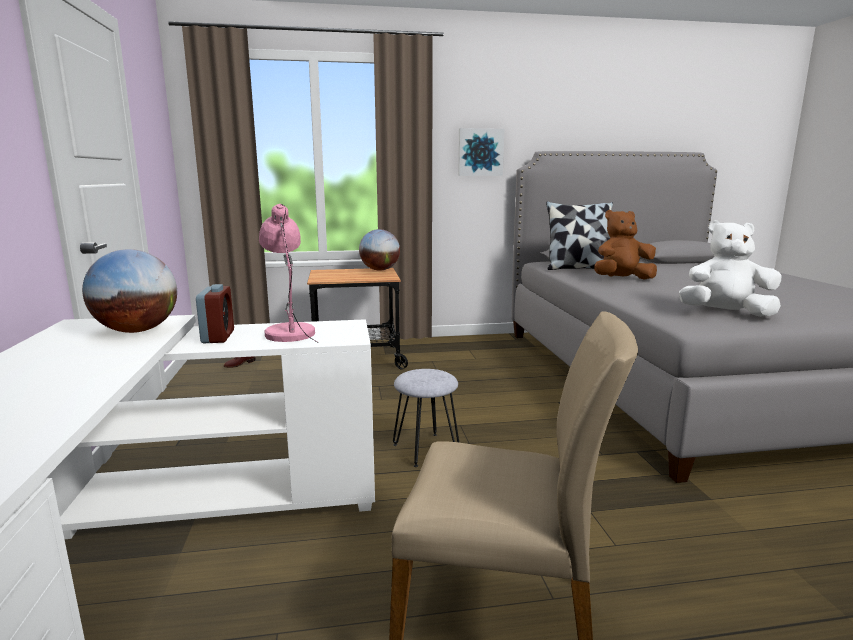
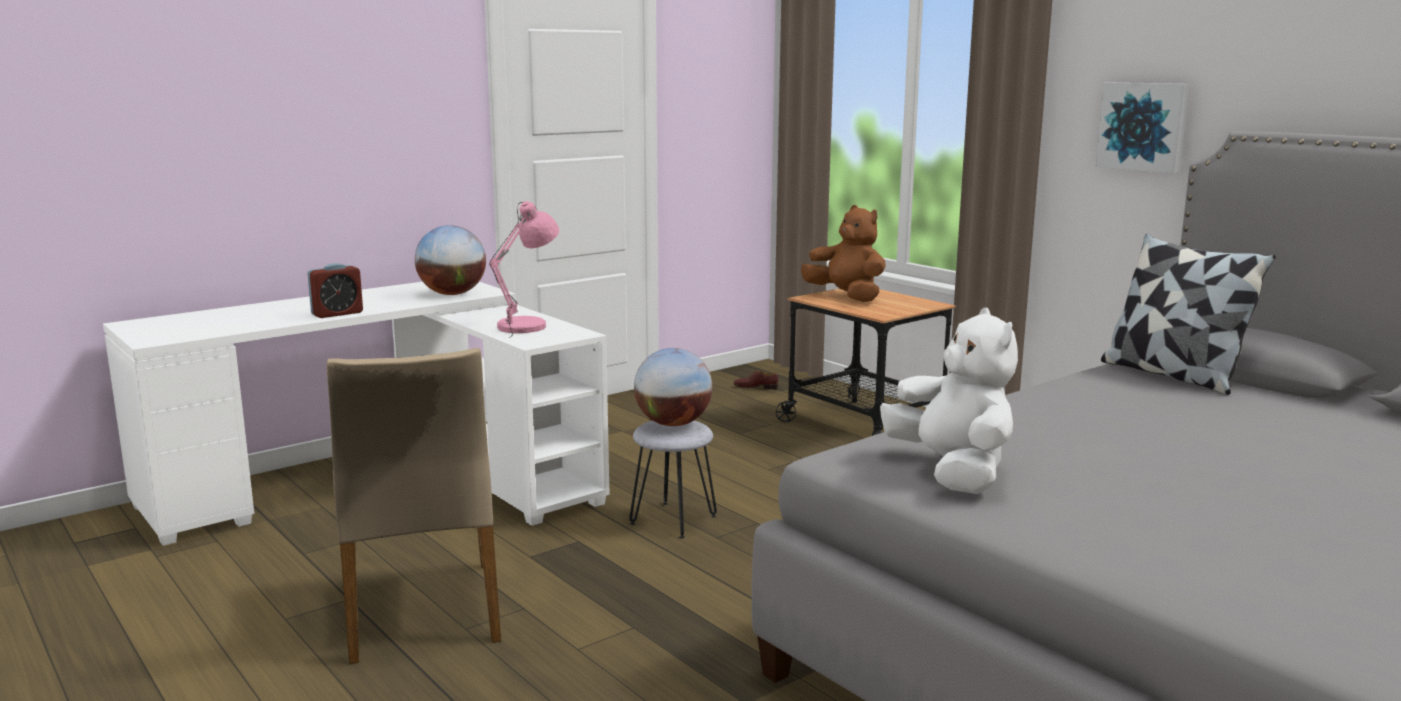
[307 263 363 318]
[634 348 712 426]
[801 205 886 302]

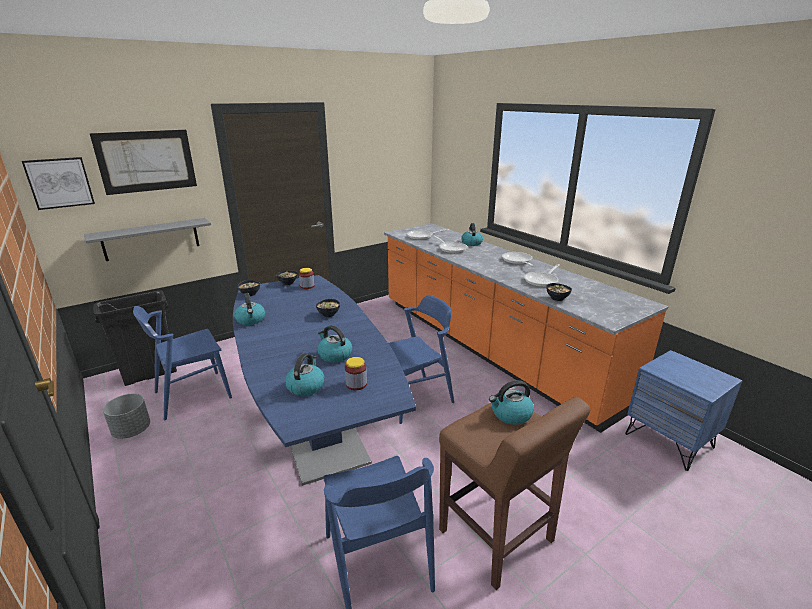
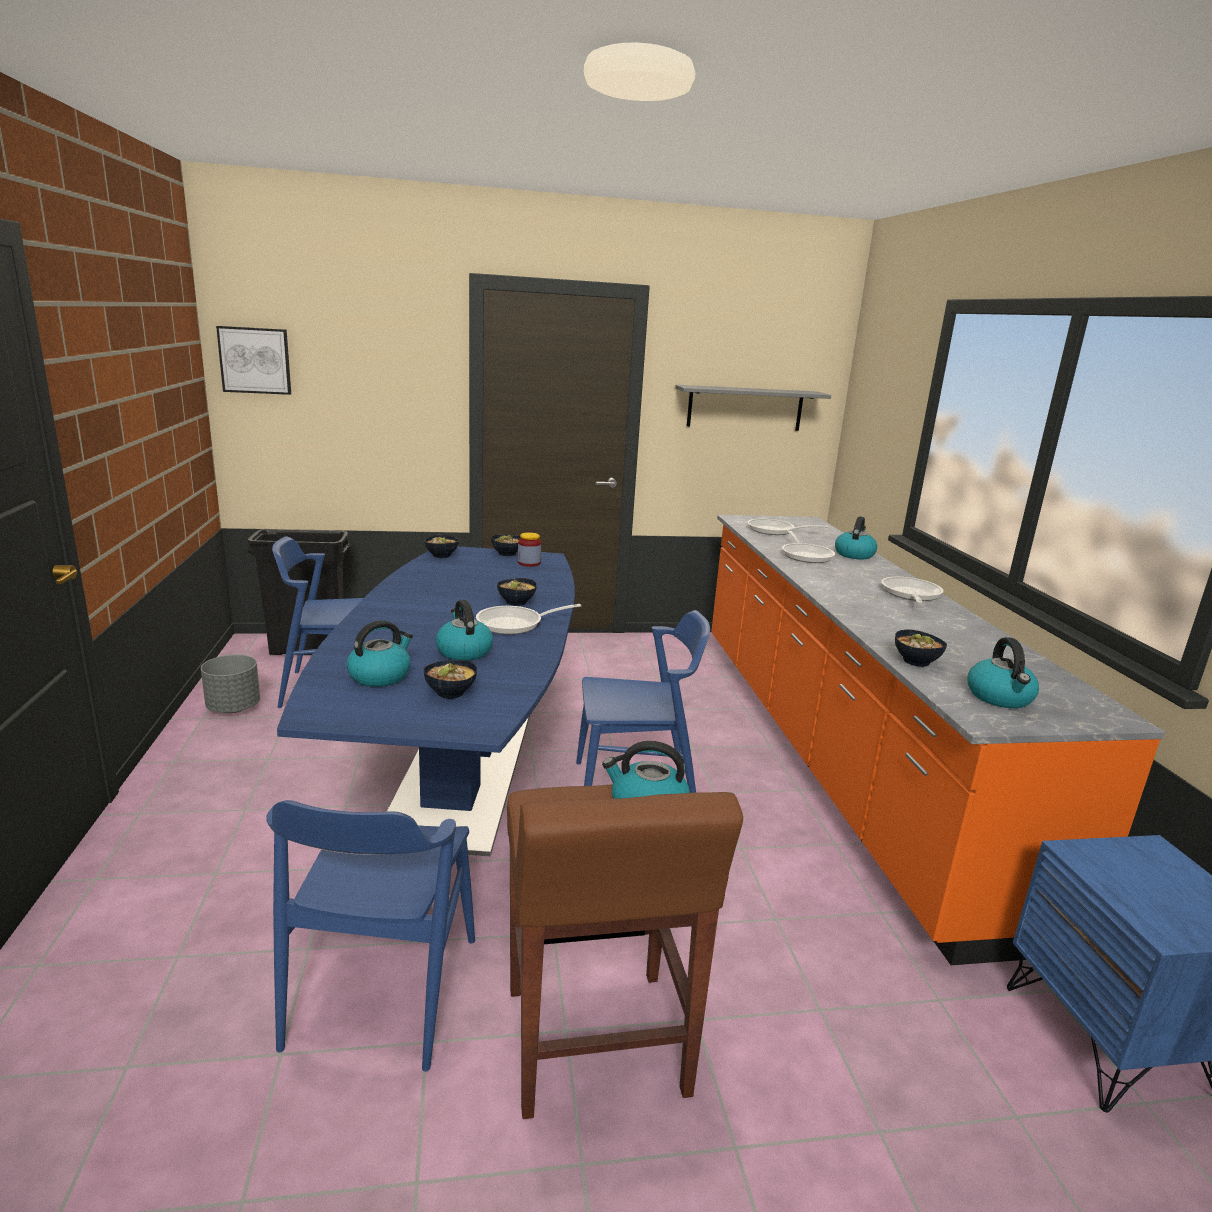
[424 660 477 699]
[476 604 581 635]
[675 385 831 431]
[967 637 1039 708]
[90 130 197 195] (first image)

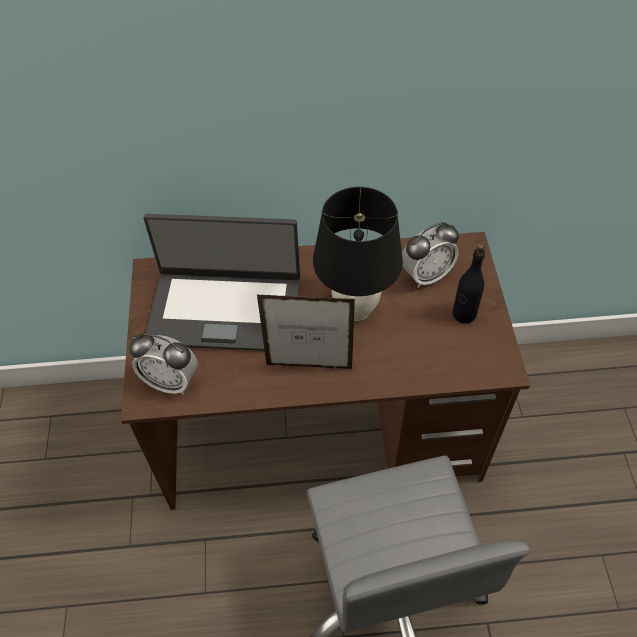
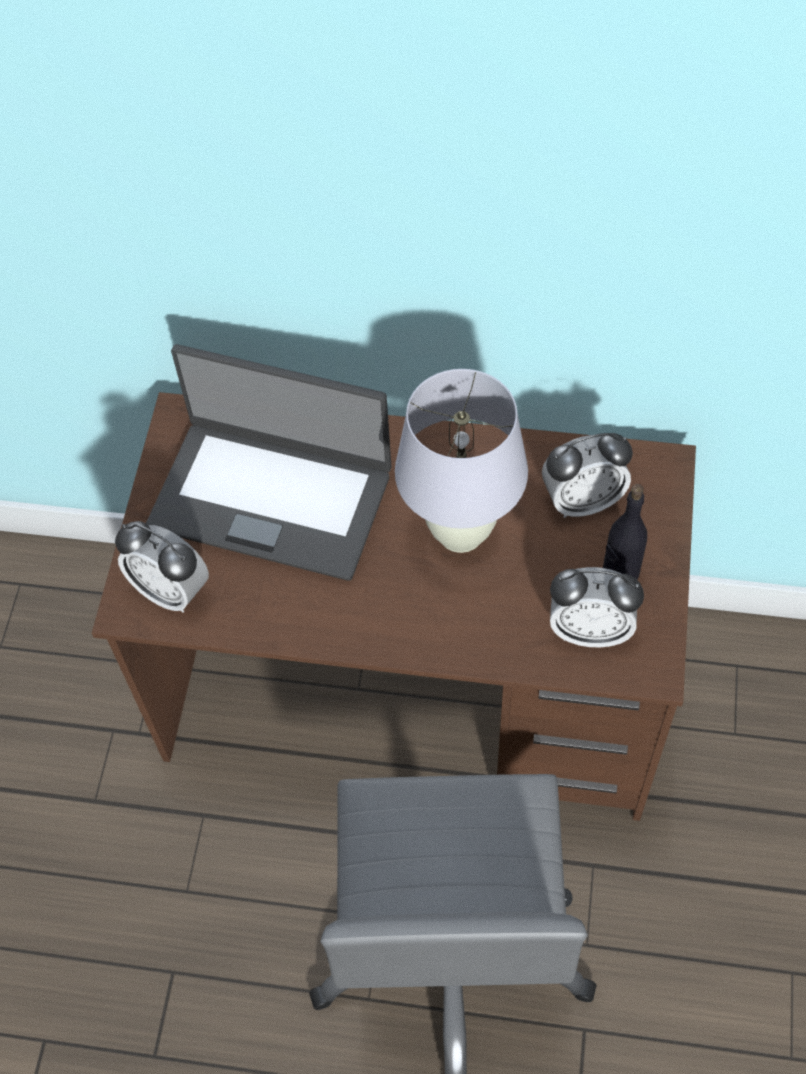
[395 369 528 553]
[550 567 644 647]
[257 295 355 369] (first image)

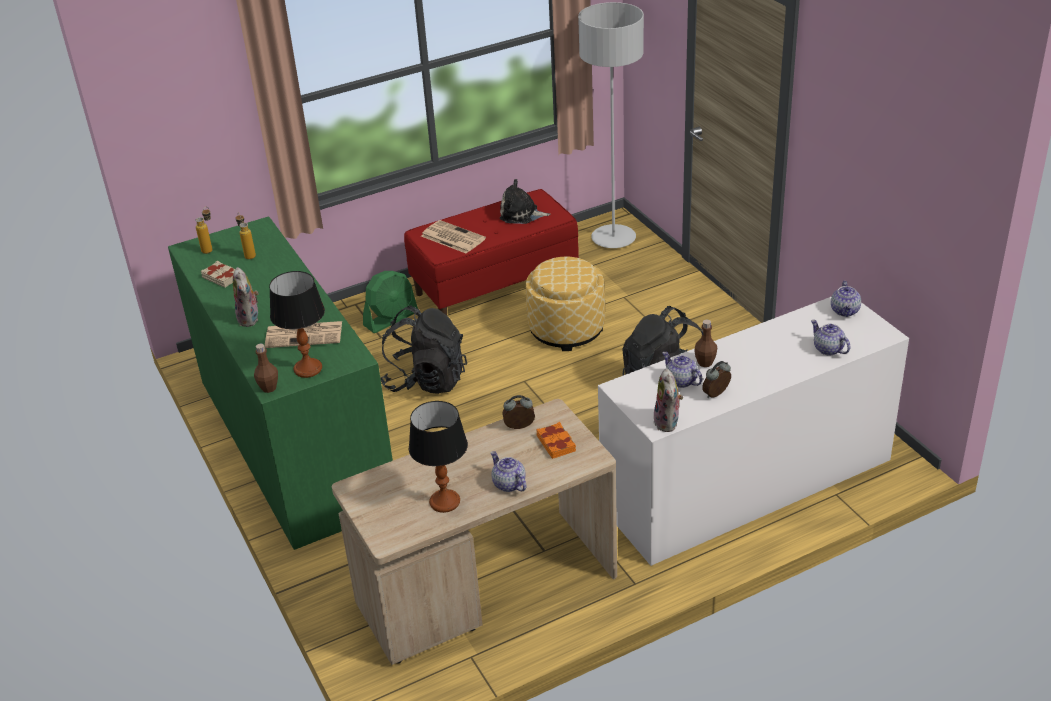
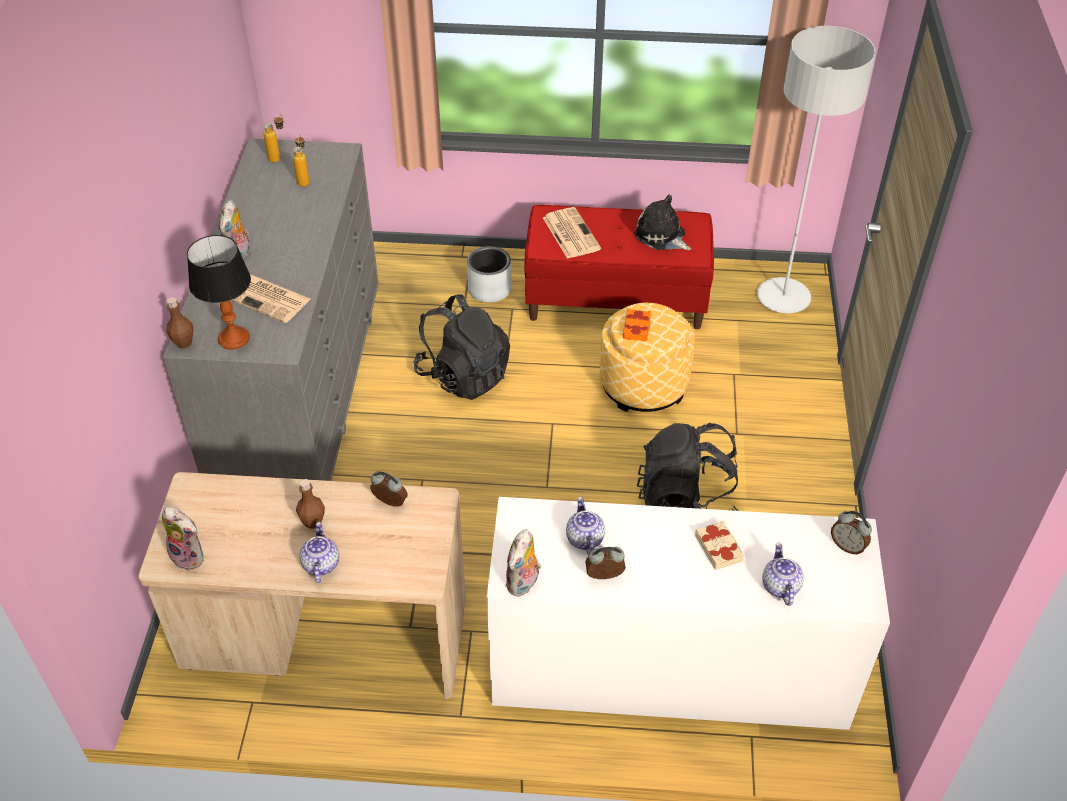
[162 507 204 571]
[163 138 379 481]
[296 479 325 529]
[467 246 512 302]
[623 308 651 341]
[695 520 744 570]
[831 511 872 555]
[409 401 468 513] (first image)

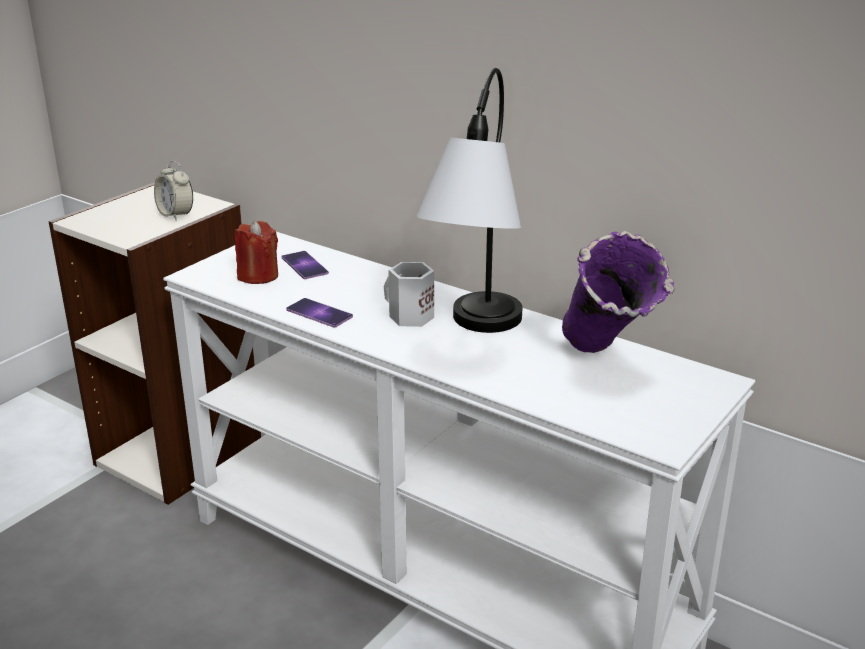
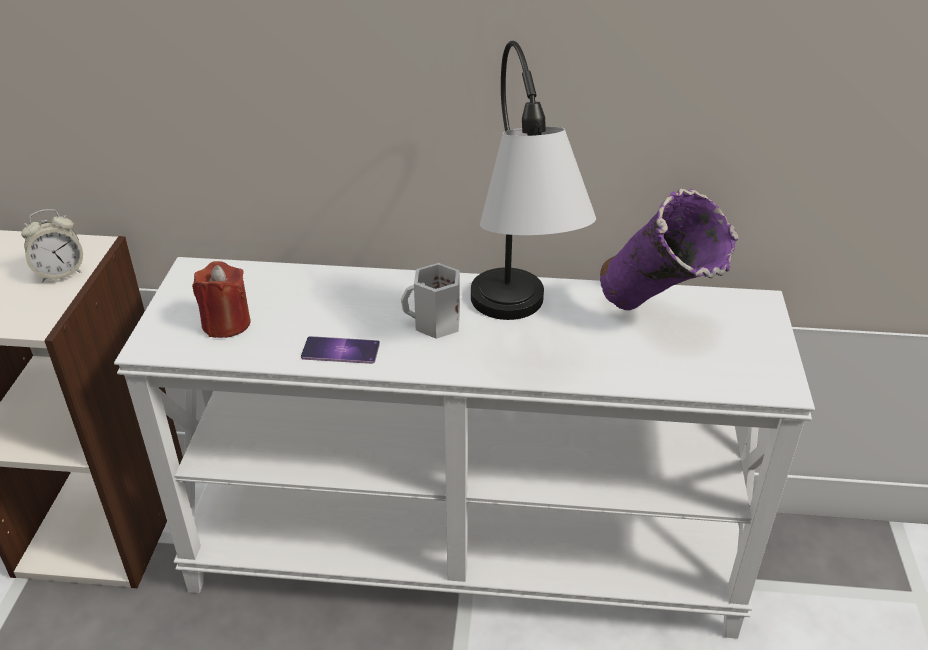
[21 209 83 282]
[282 251 329 279] (first image)

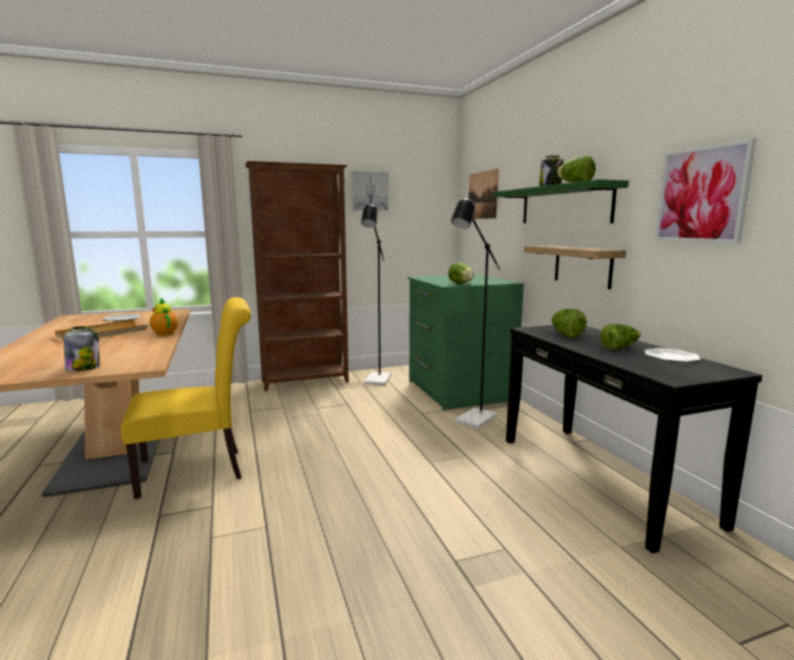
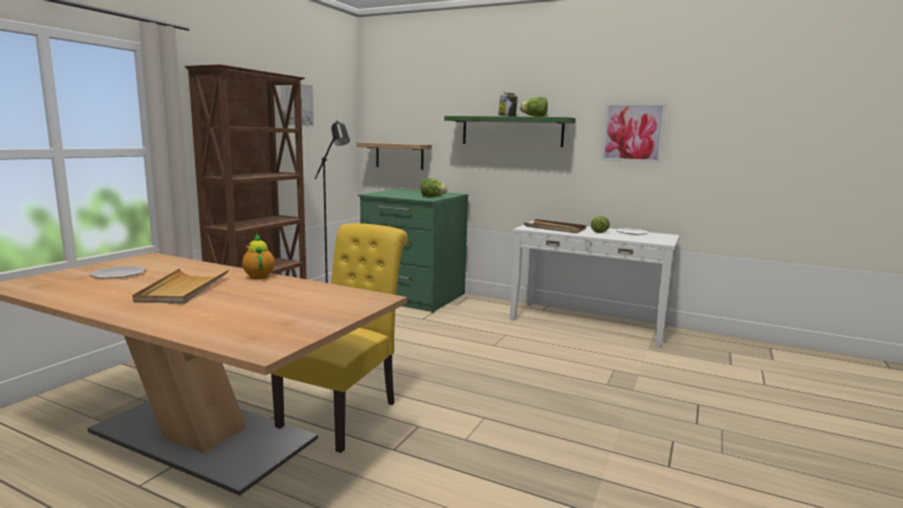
[242 234 275 279]
[357 142 432 170]
[510 221 680 347]
[524 219 586 234]
[64 326 100 371] (first image)
[451 197 501 429] (first image)
[469 169 499 219] (first image)

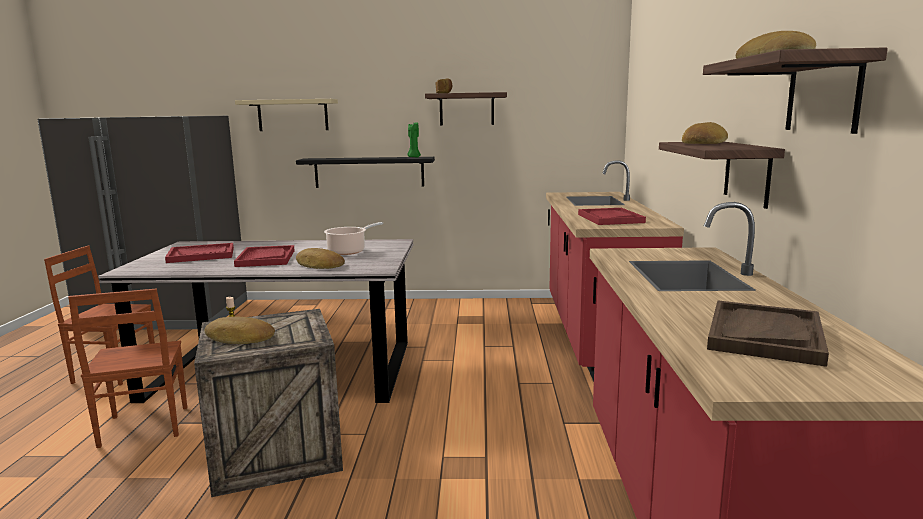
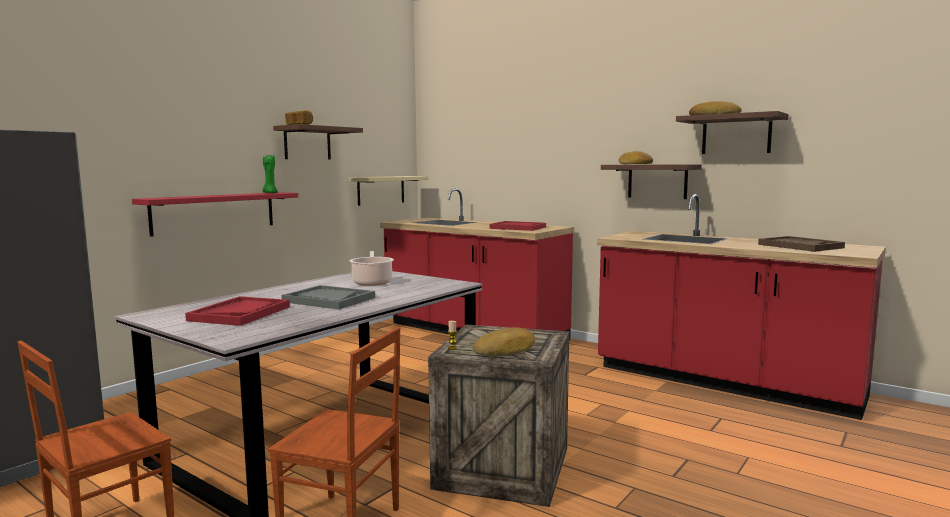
[132 192 298 237]
[281 285 375 309]
[349 176 429 206]
[296 248 345 269] (first image)

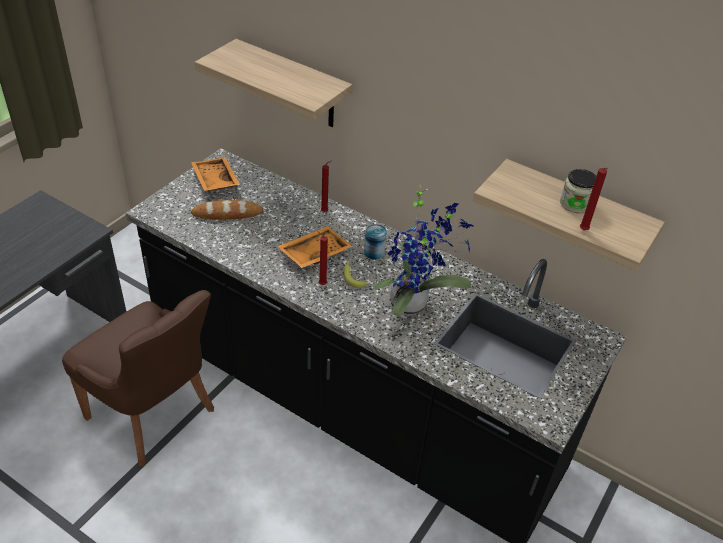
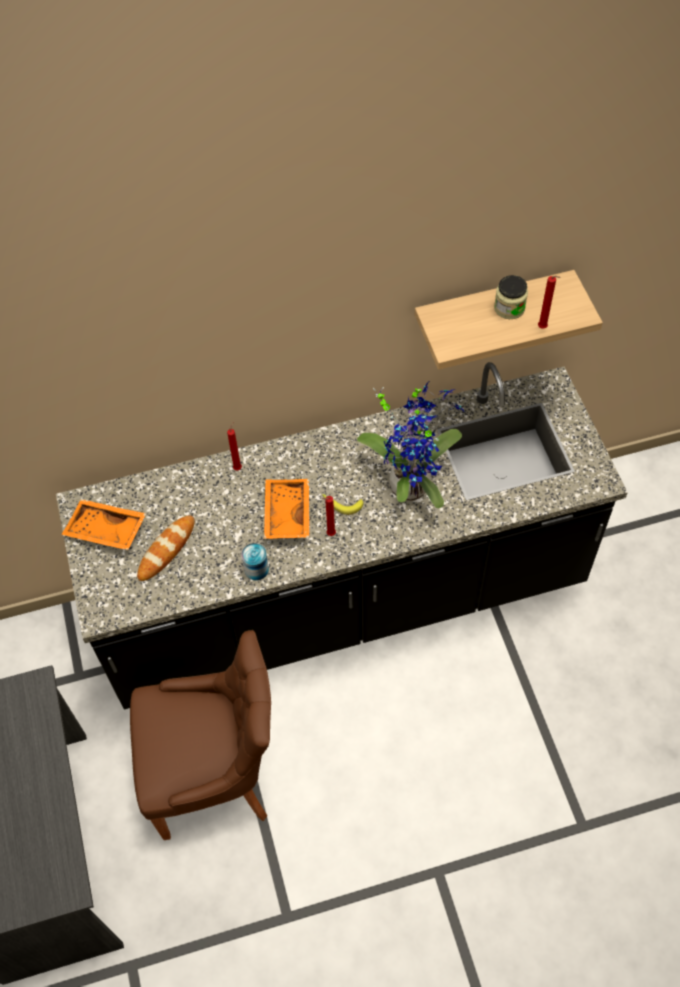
[241 543 269 580]
[195 39 353 127] (first image)

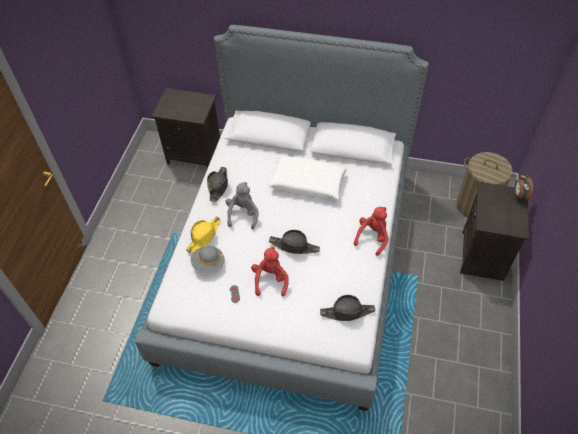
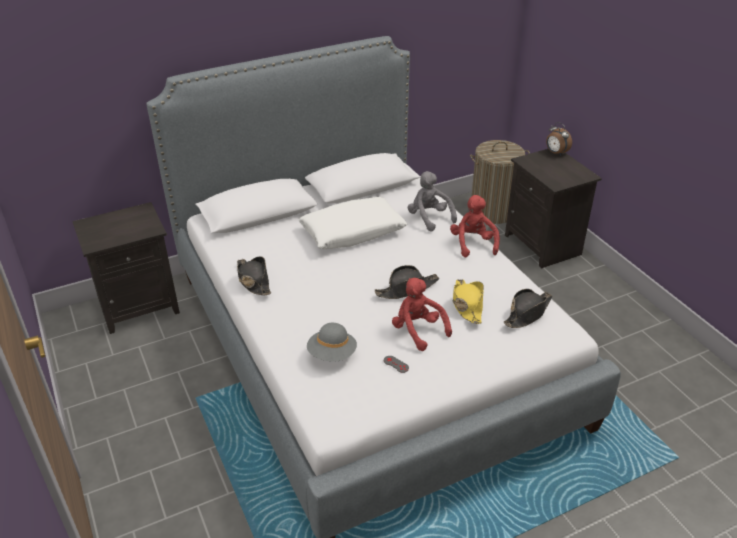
[408 171 457 232]
[453 279 484 324]

